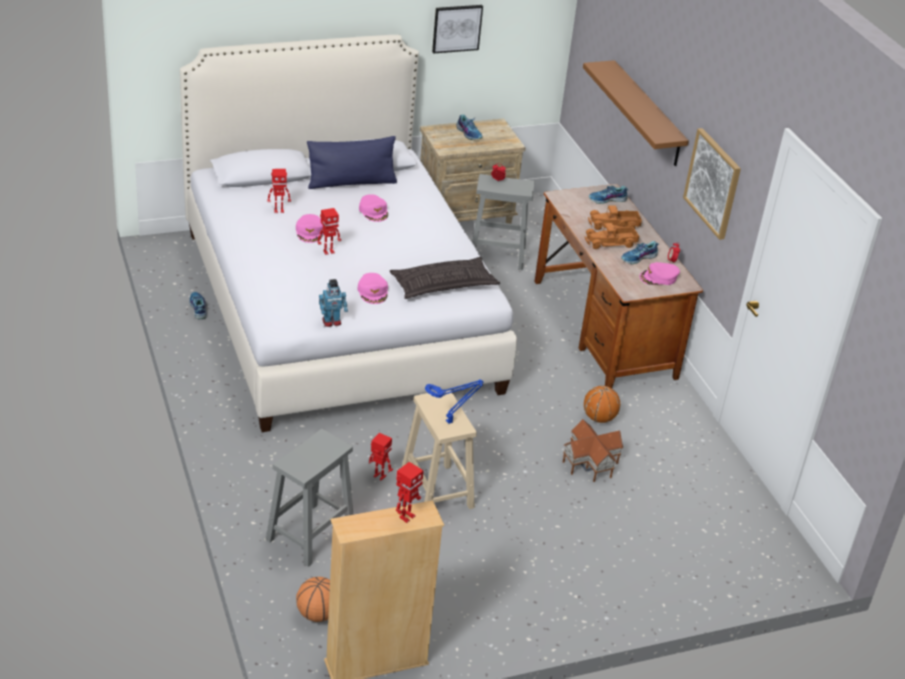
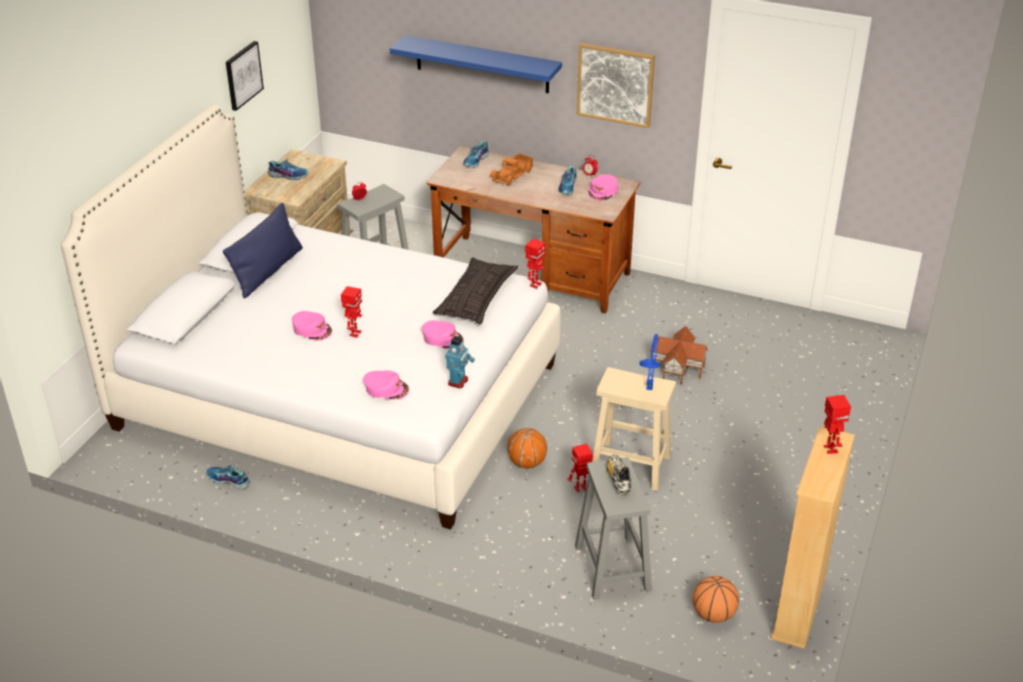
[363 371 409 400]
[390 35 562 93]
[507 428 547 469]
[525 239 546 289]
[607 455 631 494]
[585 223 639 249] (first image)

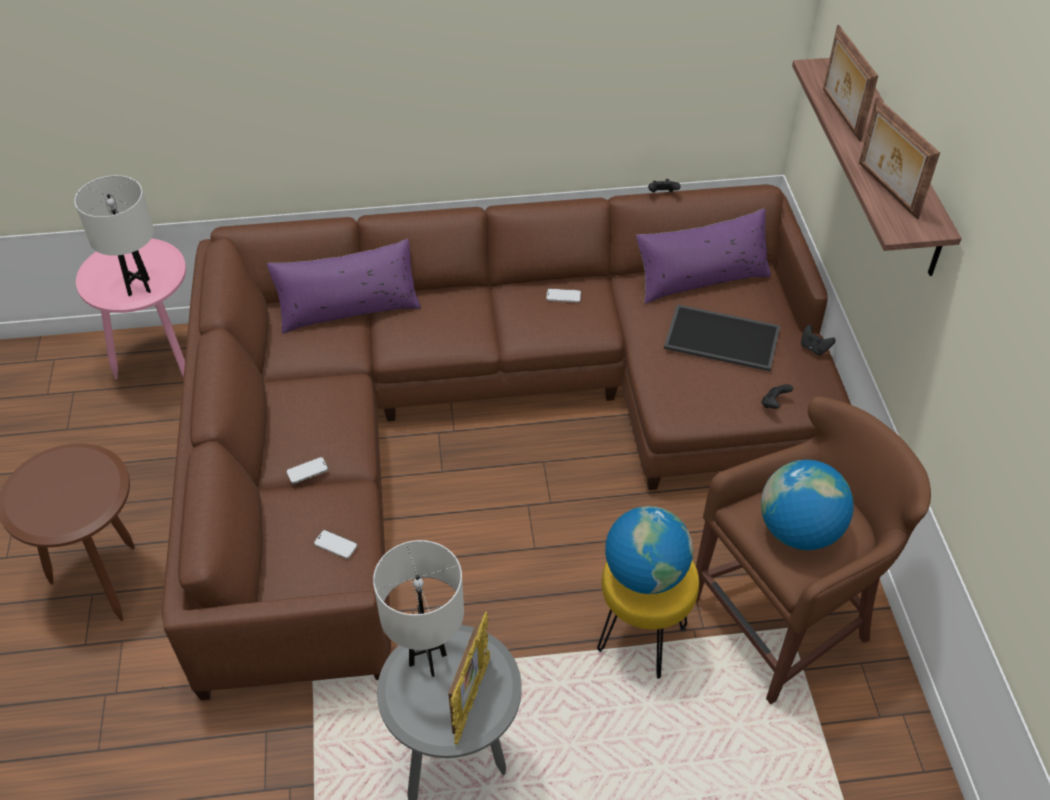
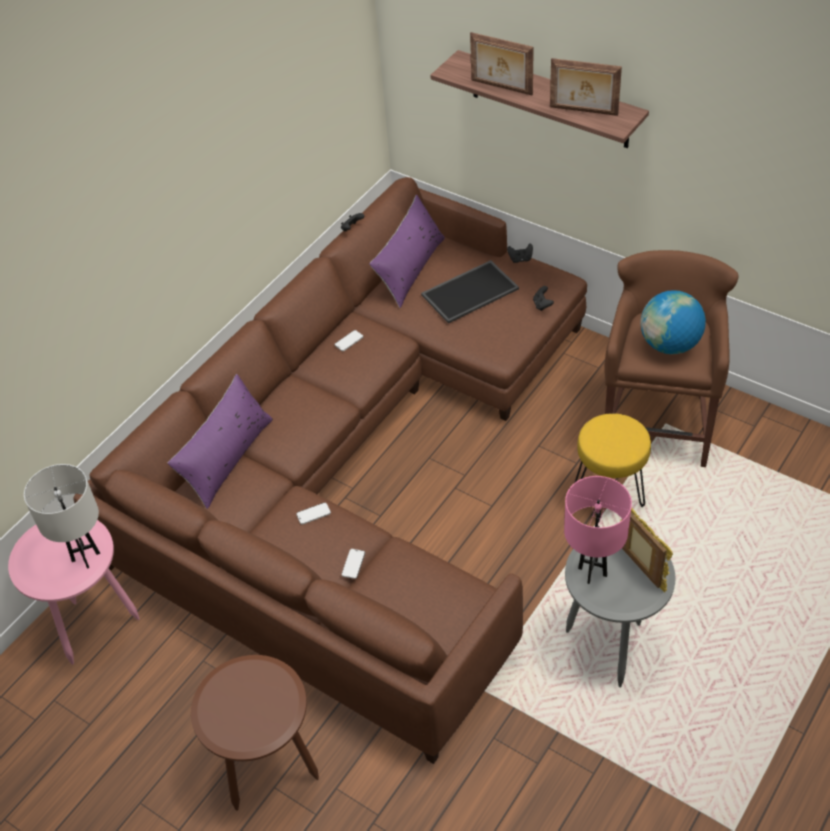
[296 502 331 525]
[564 476 632 584]
[605 506 693 594] (first image)

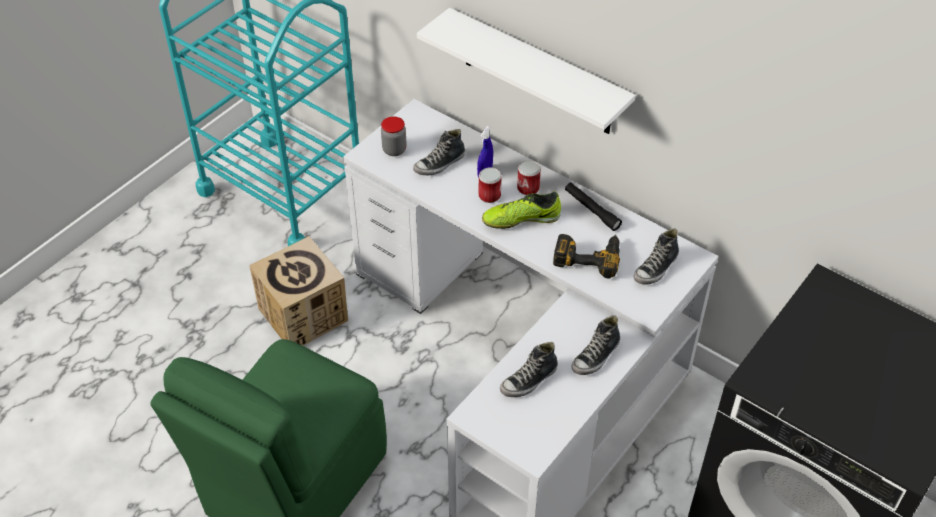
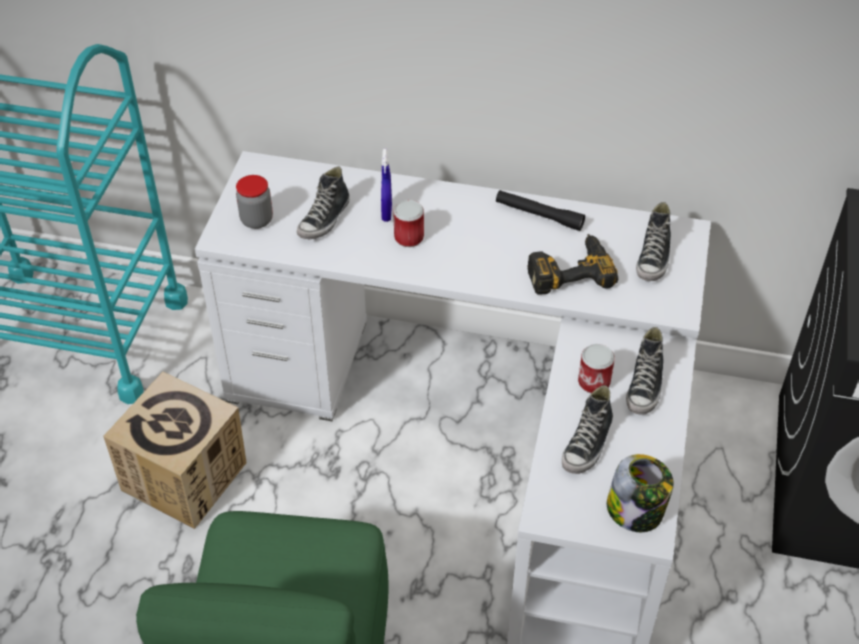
[578 344 615 393]
[607 454 674 532]
[417 8 636 134] (first image)
[482 191 561 229] (first image)

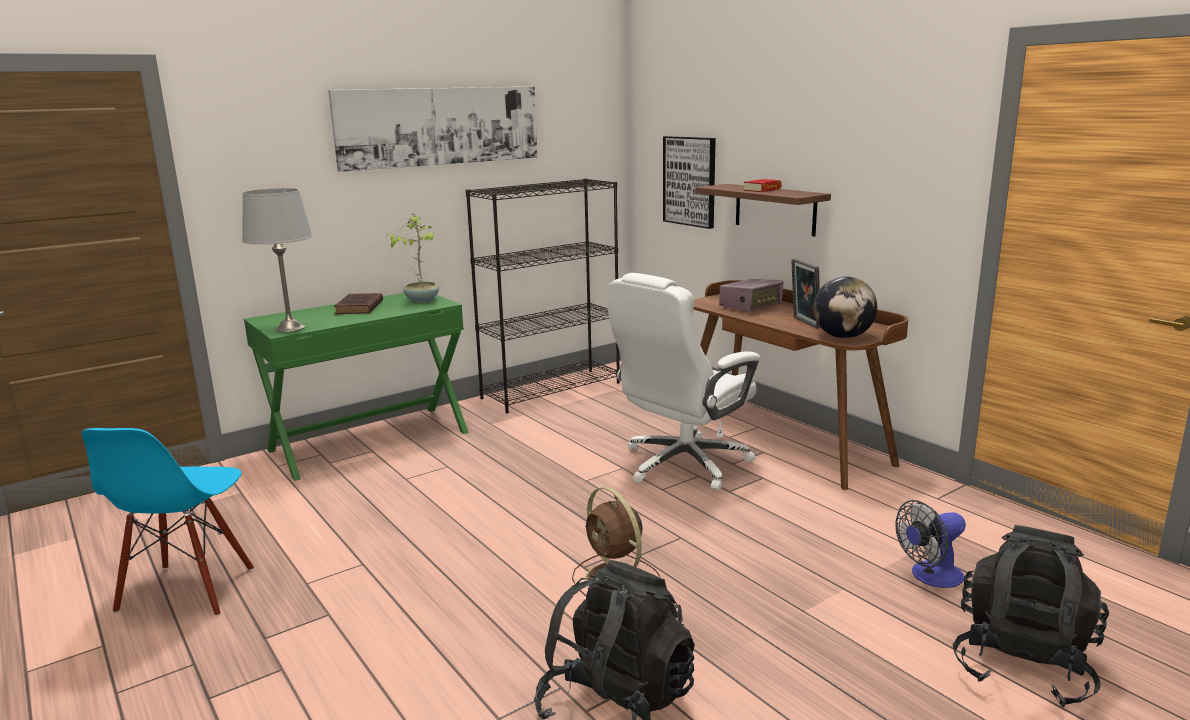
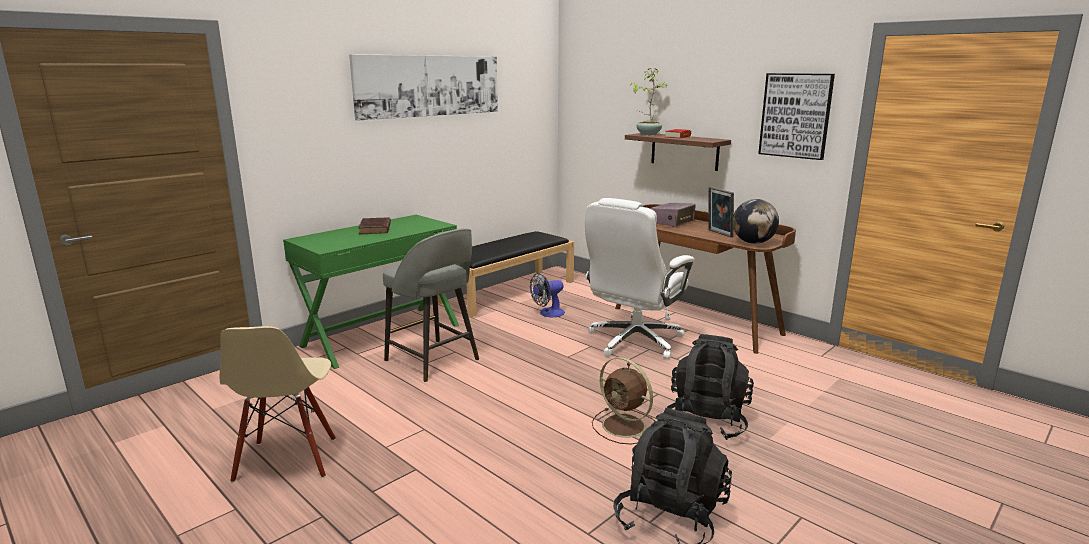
[220 326 336 482]
[383 228 479 382]
[438 231 574 317]
[530 273 565 317]
[630 69 668 135]
[667 334 754 440]
[758 73 835 160]
[242 188 312 332] (first image)

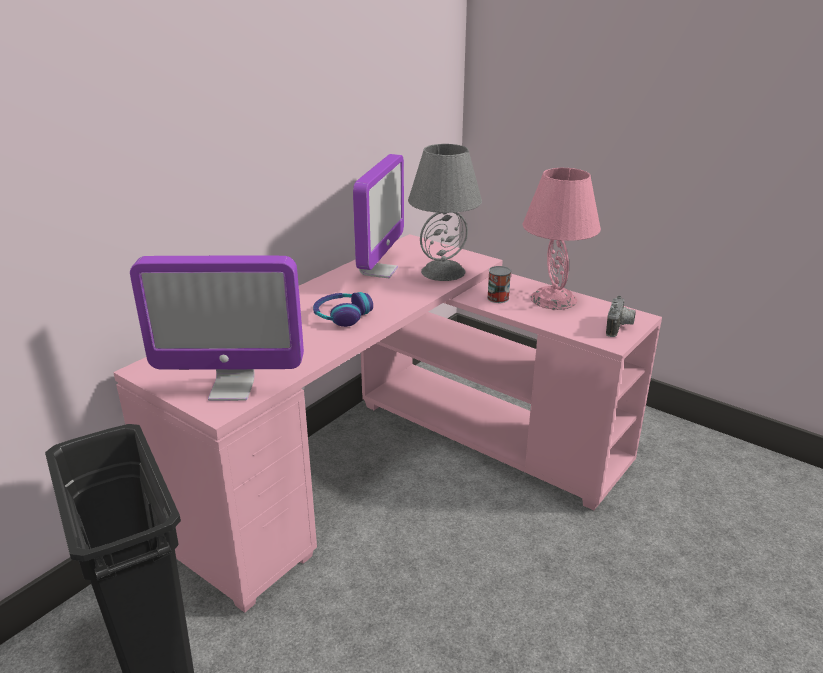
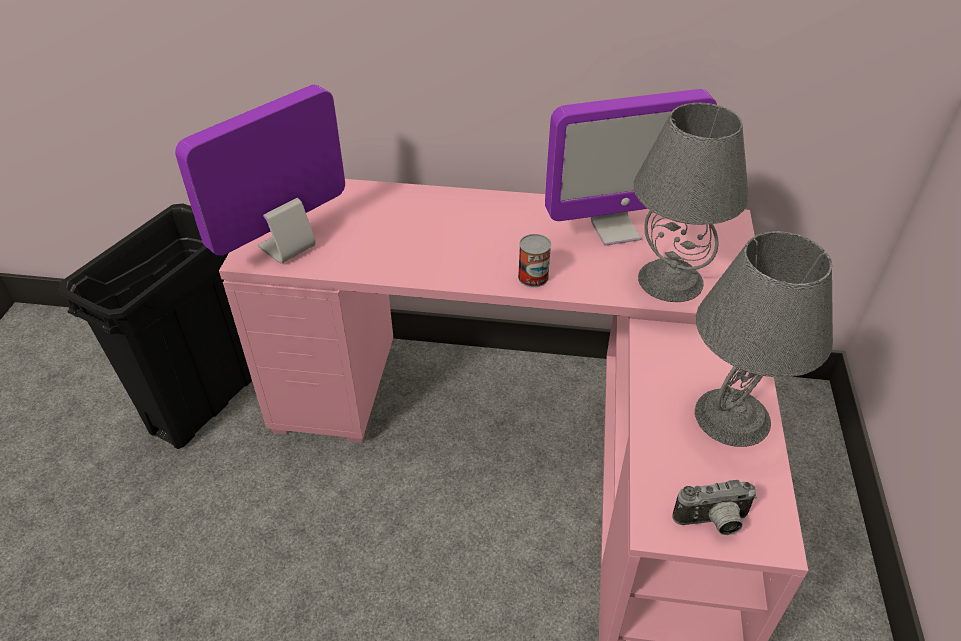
[175 85 345 263]
[518 234 551 287]
[695 231 833 447]
[313 292 373 327] (first image)

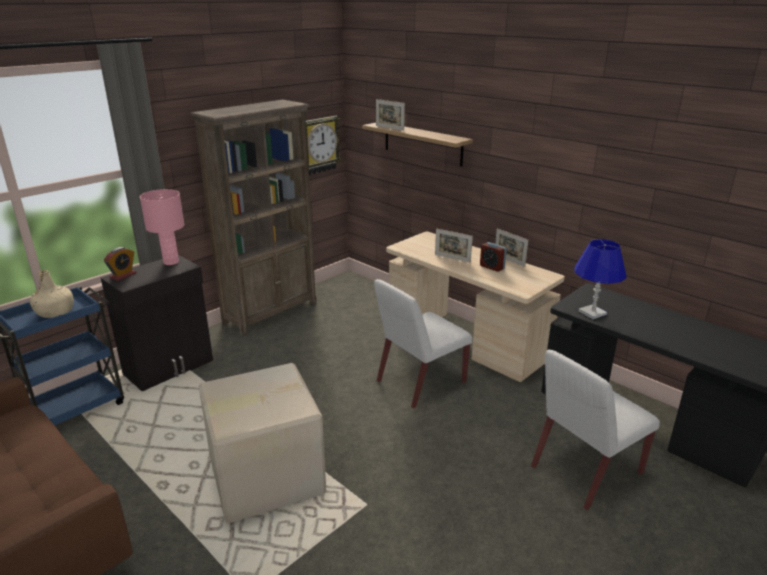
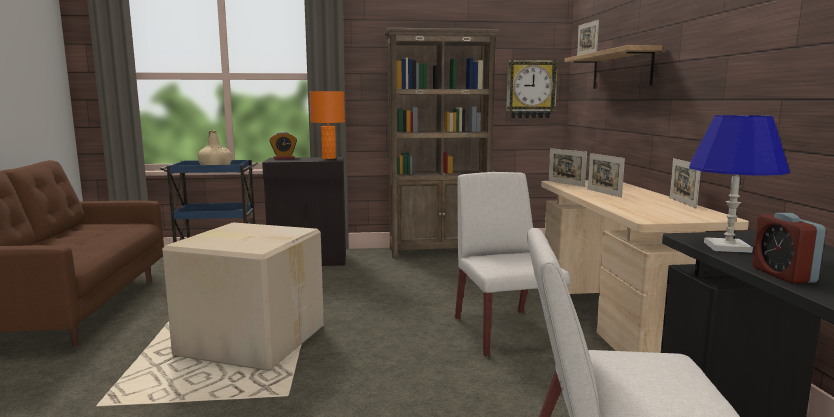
[309 91 345 159]
[455 172 570 357]
[549 148 587 187]
[752 213 826 284]

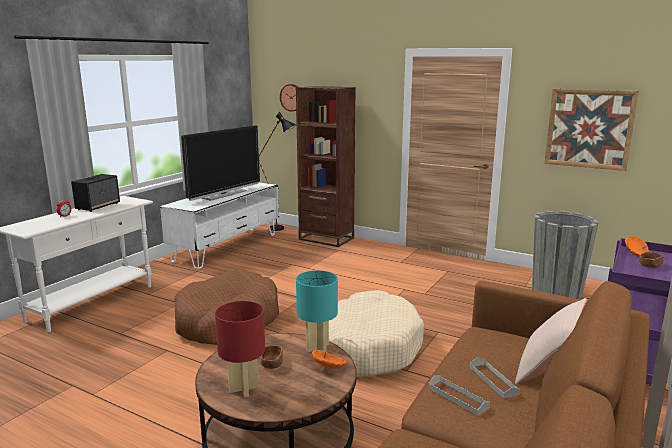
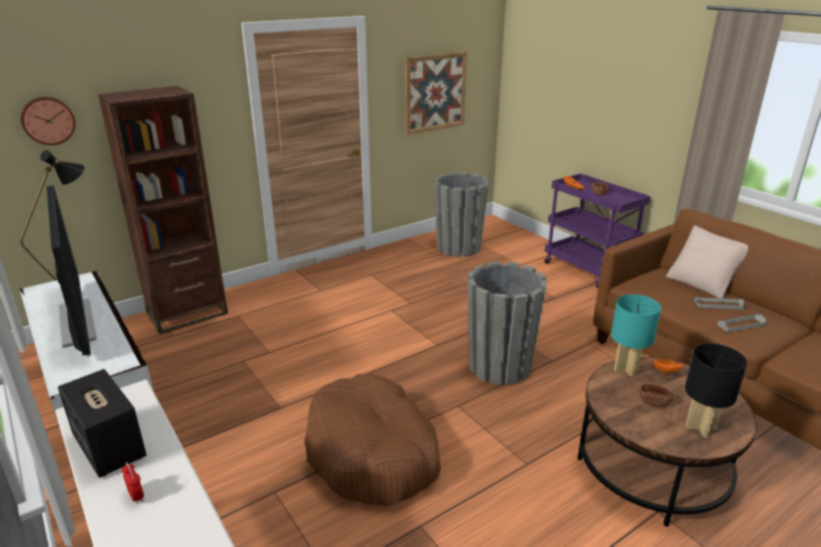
[468 261 547 385]
[685 343 747 438]

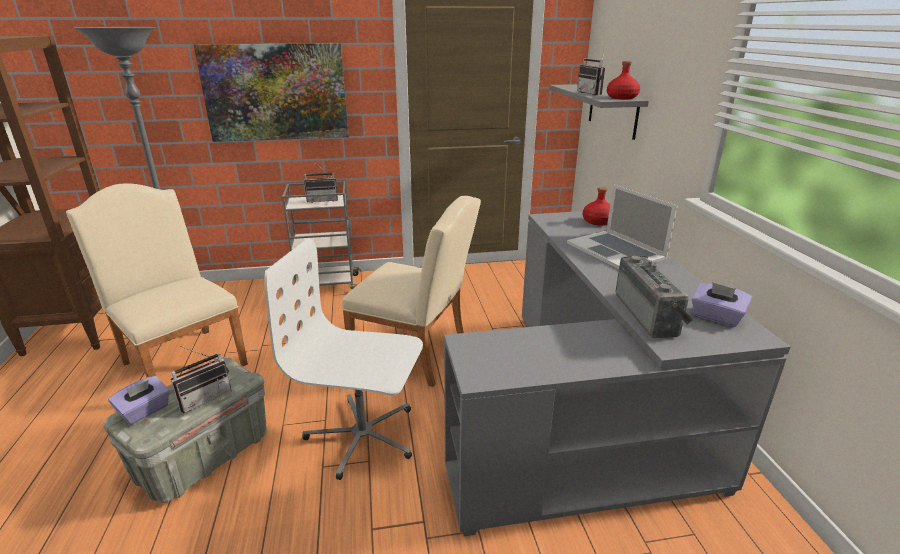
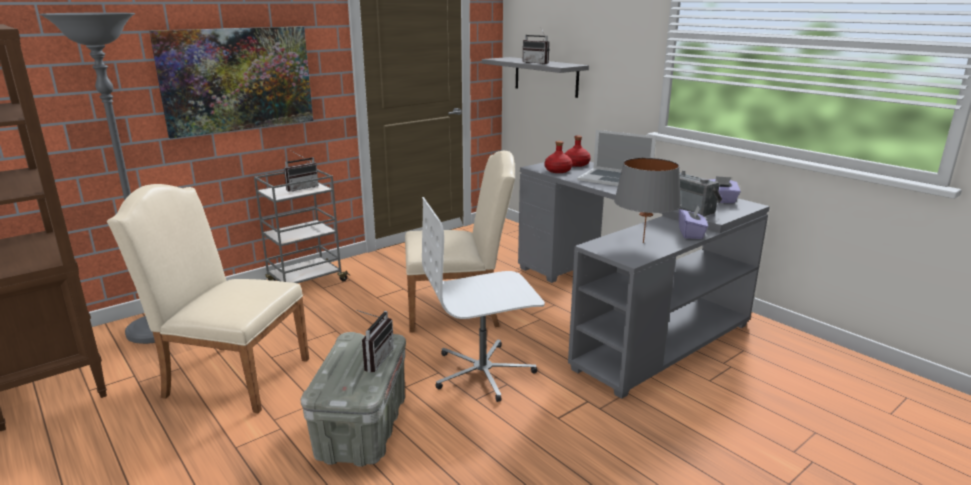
[545 141 572 173]
[614 158 681 243]
[679 206 708 239]

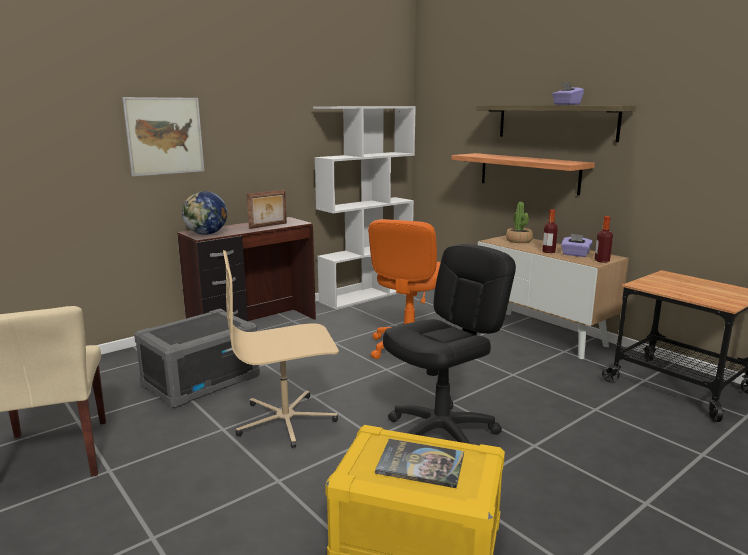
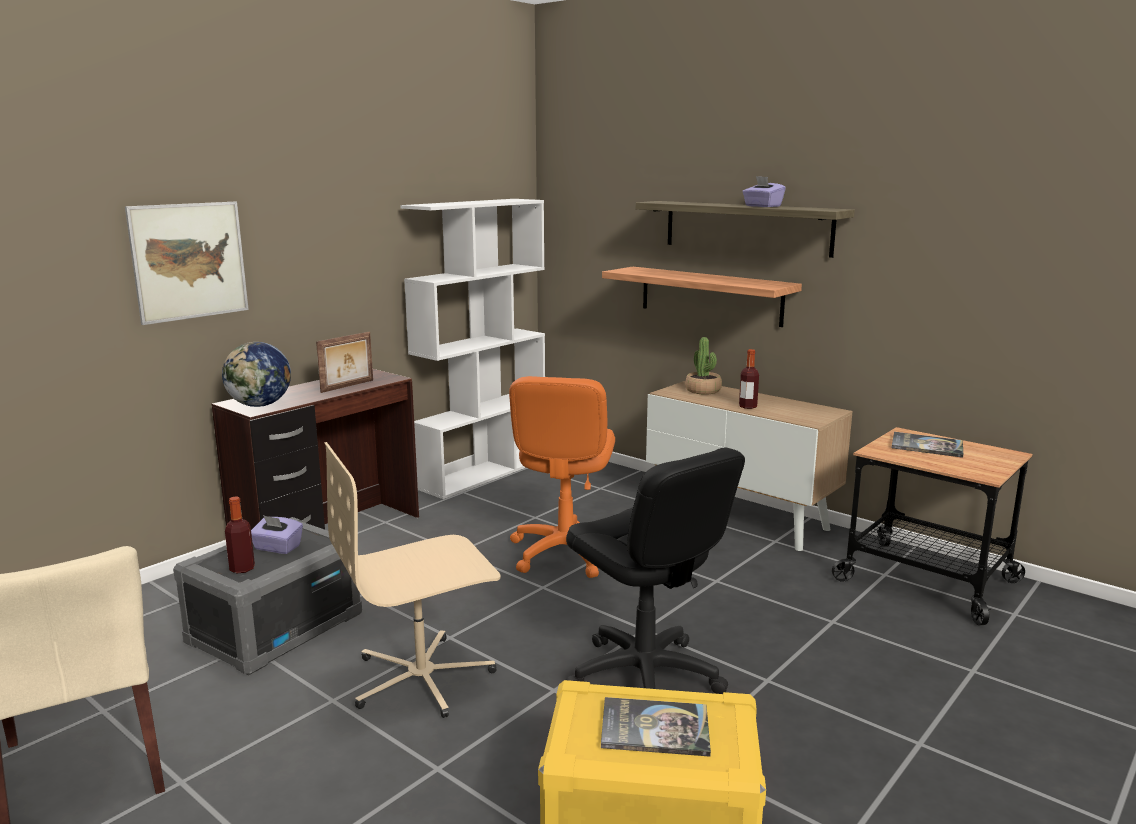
[225 496 255 573]
[251 515 303 554]
[566 448 745 694]
[891 432 963 458]

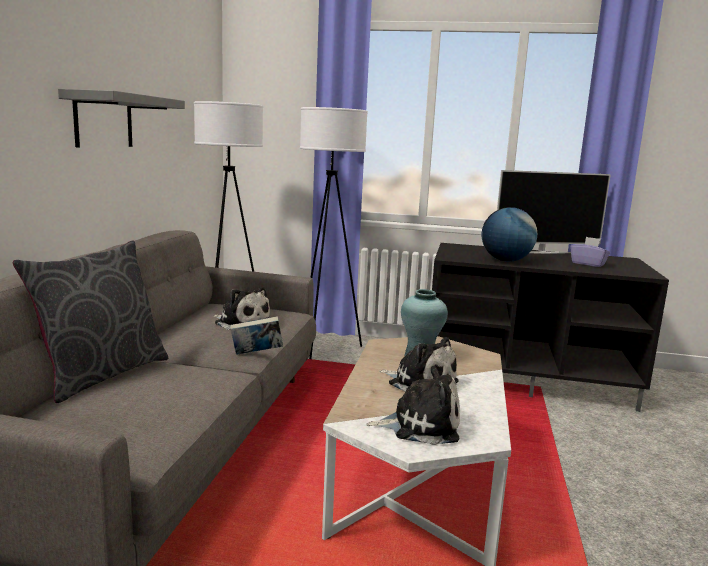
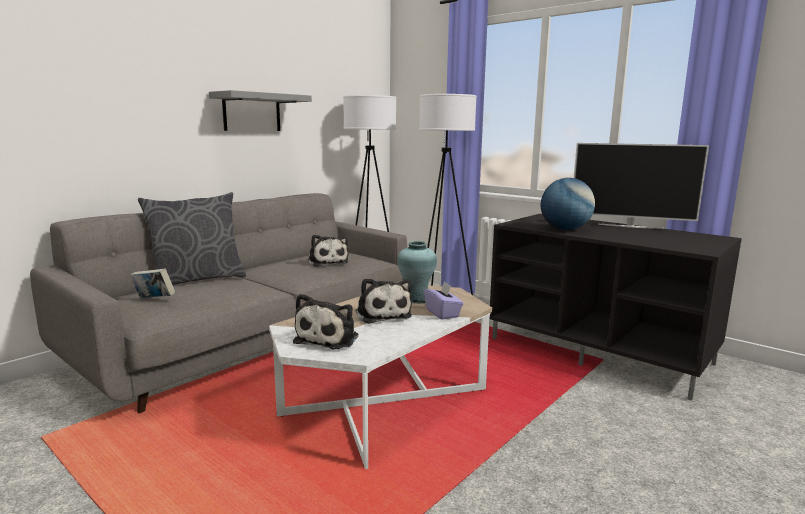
[130 268 175 298]
[293 293 358 349]
[424 281 463 319]

